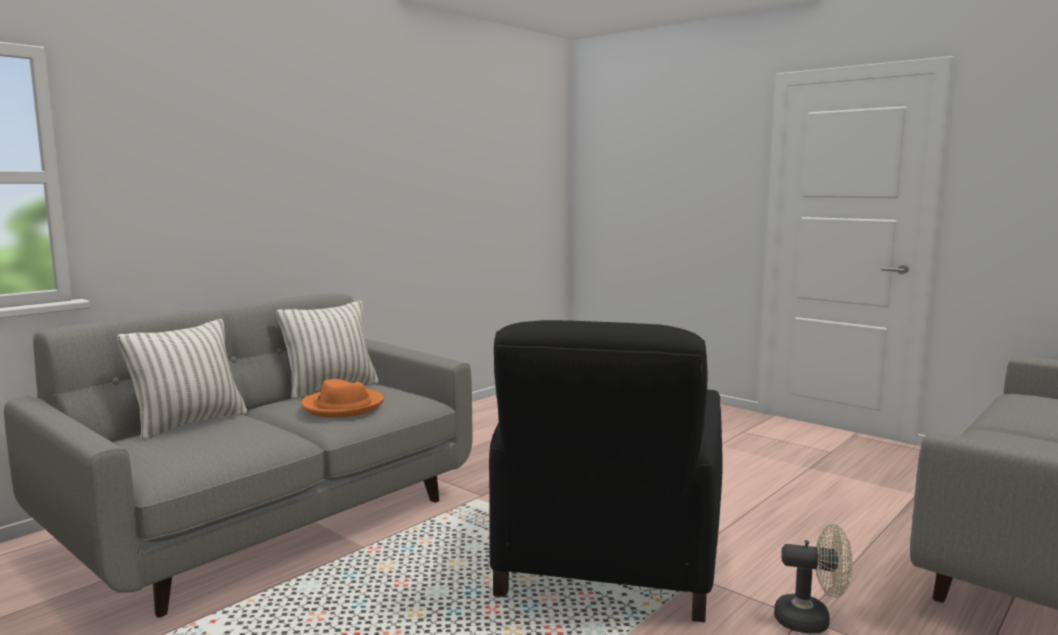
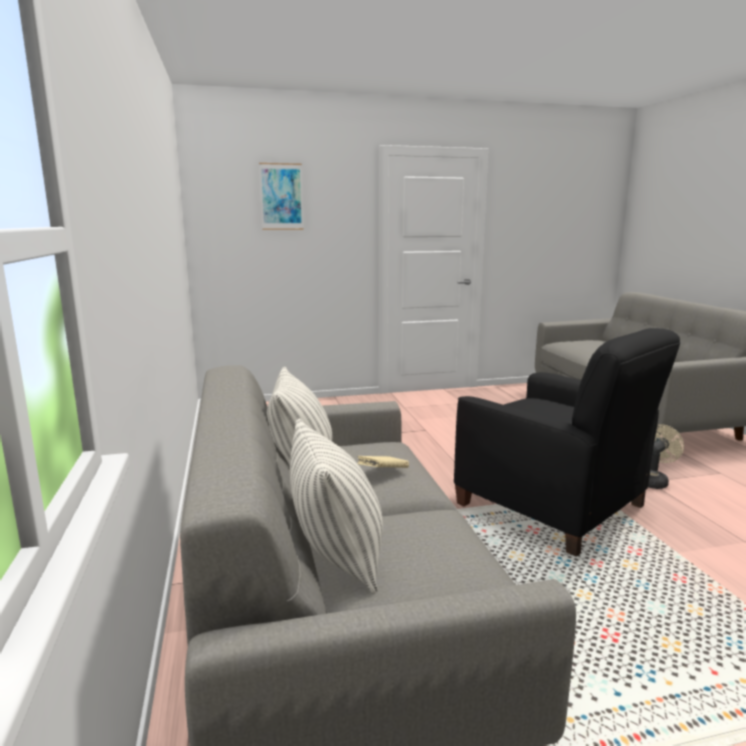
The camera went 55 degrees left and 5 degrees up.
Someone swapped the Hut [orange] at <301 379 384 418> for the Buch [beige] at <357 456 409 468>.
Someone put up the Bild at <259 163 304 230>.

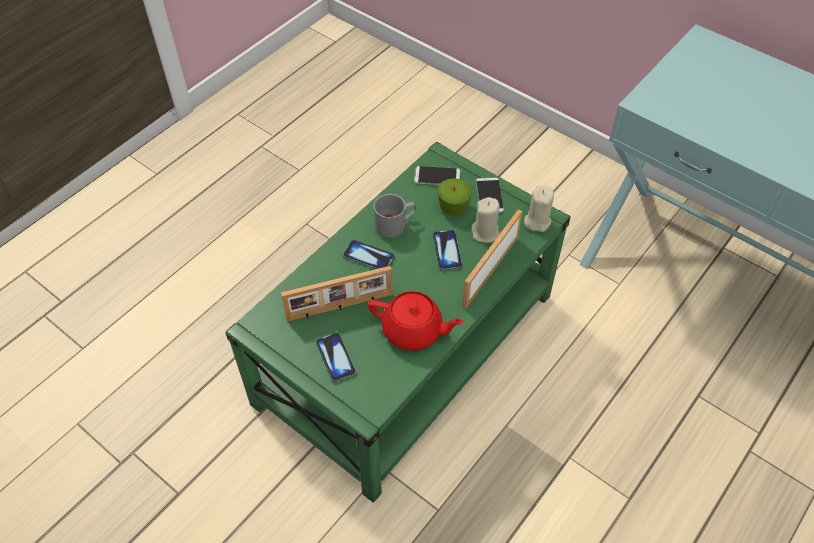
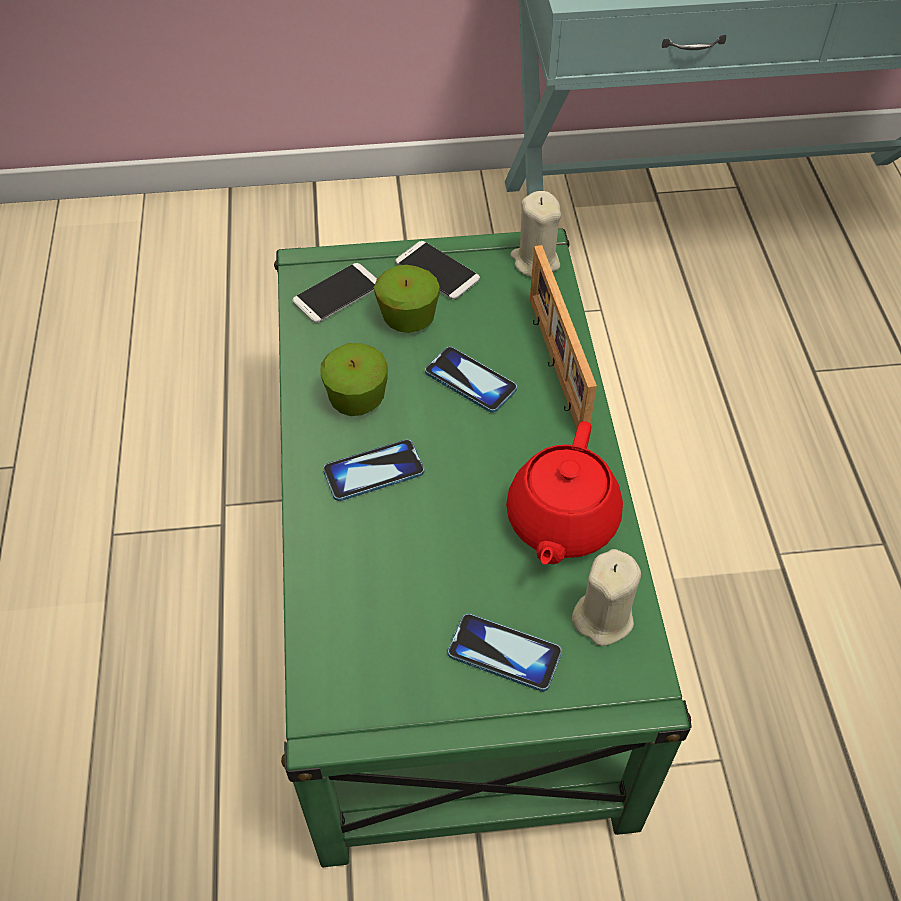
The camera went 45 degrees left and 0 degrees up.
Someone swapped the Henkelbecher [grau] at <373 194 416 238> for the Apfel at <320 343 388 416>.
Someone carried the Kerze [beige] from <471 197 500 243> to <572 549 641 646>.
Someone took away the Bilderrahmen at <281 266 393 322>.
Someone rotated the Teekanne [rot] at <368 291 464 351> by 135 degrees clockwise.

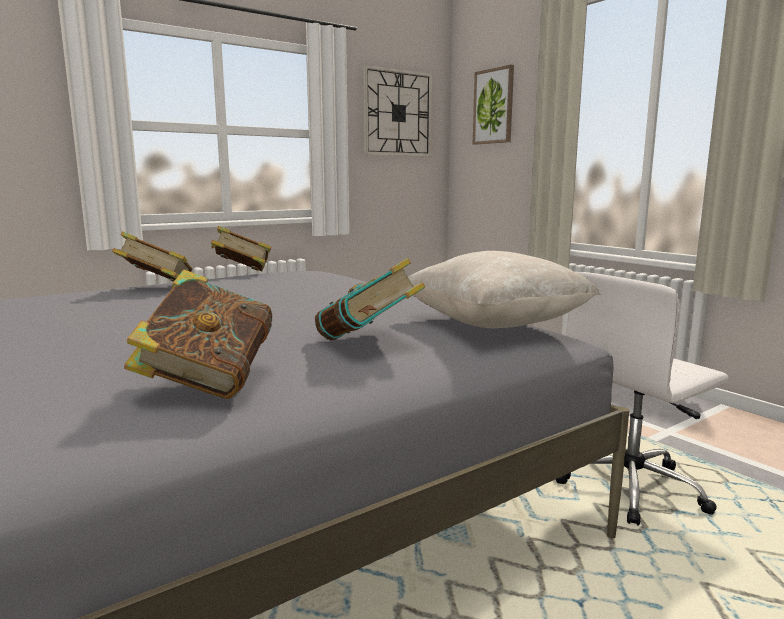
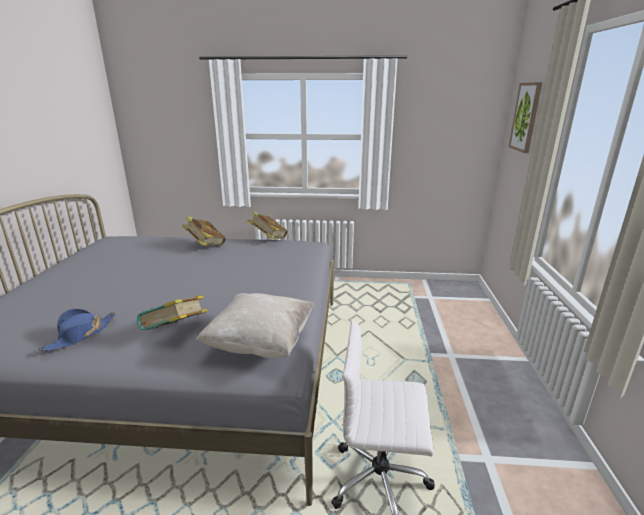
The camera went 40 degrees right and 10 degrees up.
Someone took away the Wanduhr at <363 65 432 157>.
Someone swapped the Buch at <124 270 272 399> for the Hut [blau] at <39 309 116 351>.

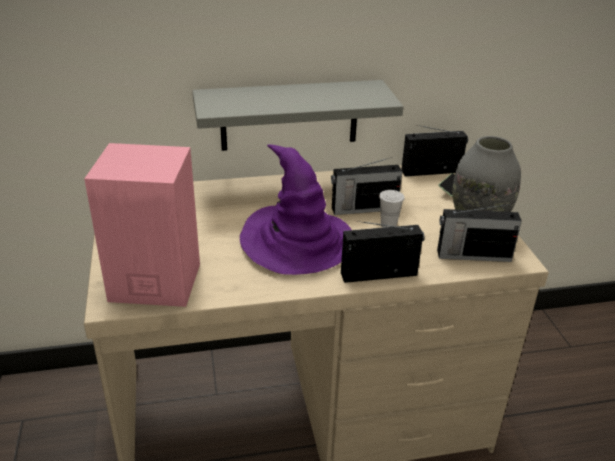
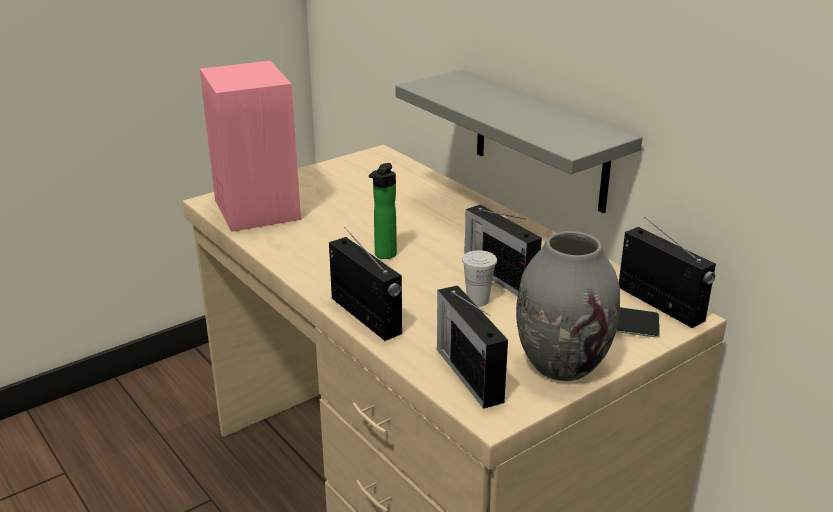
The camera went 65 degrees right and 5 degrees down.
Someone swapped the Hut [lila] at <240 144 352 275> for the Flasche at <369 163 397 259>.

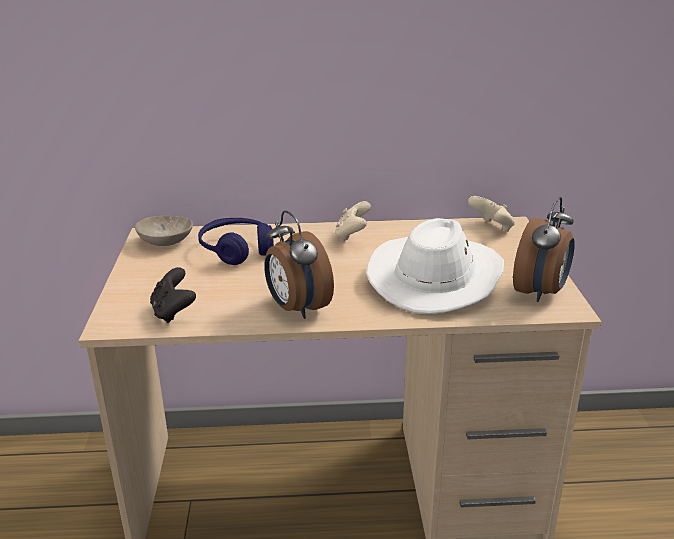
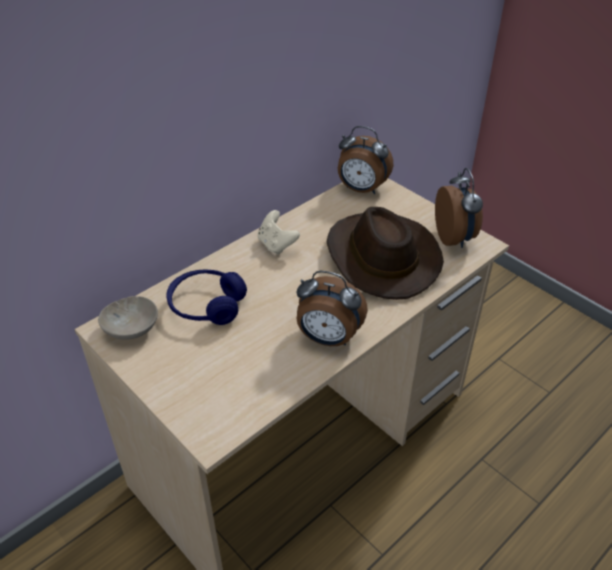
The camera went 40 degrees left and 15 degrees up.
Someone swapped the Gamepad [beige] at <468 196 515 232> for the Wecker at <338 126 393 194>.
Someone repainted the Hut [weiß] at <366 218 504 314>, which became the Hut [braun] at <327 207 444 300>.
Someone took away the Gamepad [schwarz] at <150 267 196 323>.

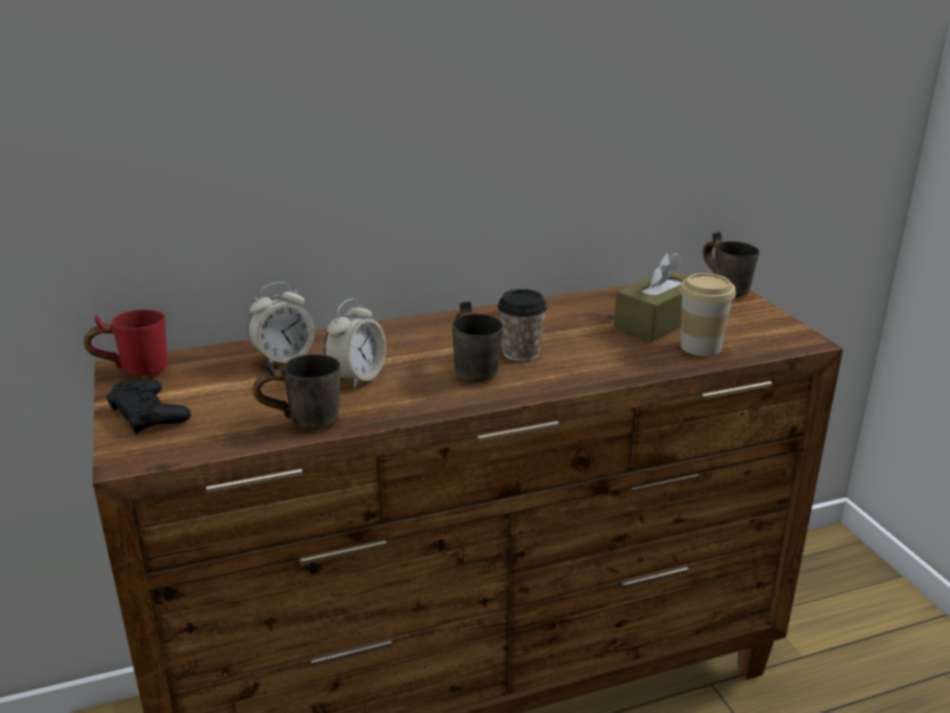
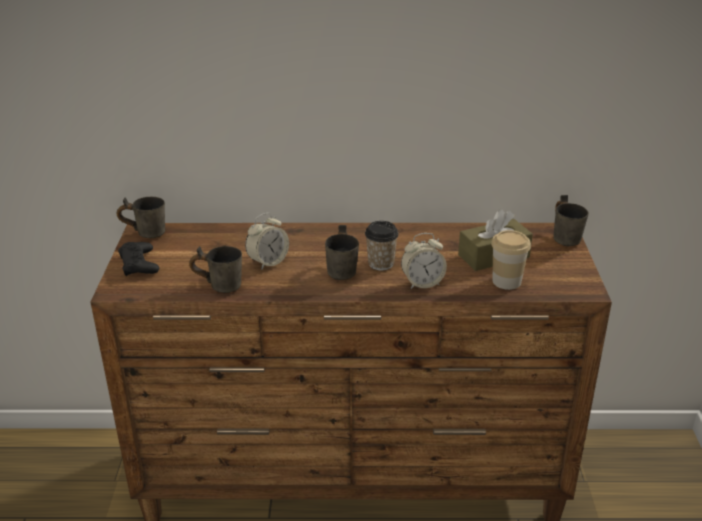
The camera went 20 degrees right and 5 degrees up.
Someone carried the Wecker from <248 282 315 364> to <401 233 447 289>.
Someone repainted the Henkelbecher [rot] at <84 309 167 377>, which became the Henkelbecher [grau] at <117 197 165 238>.

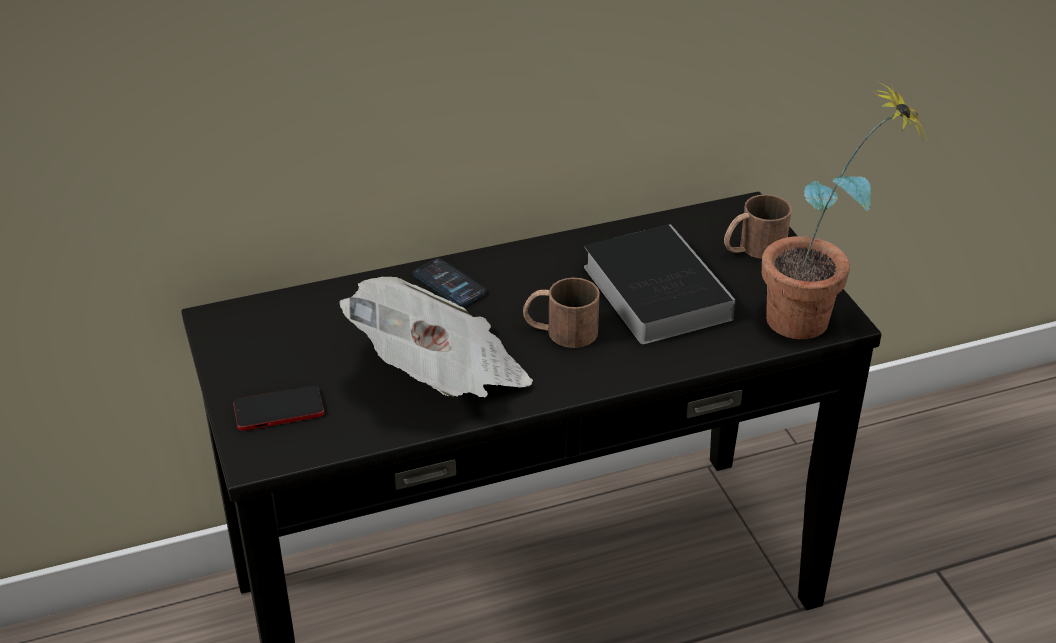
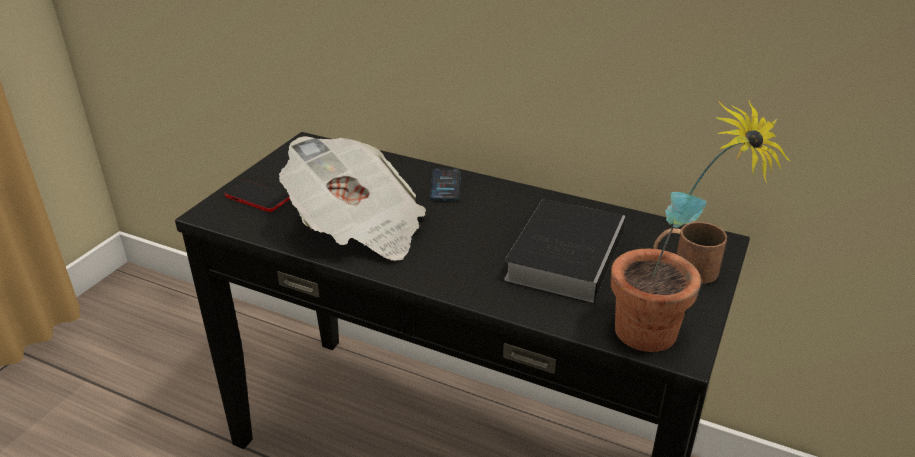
The camera went 45 degrees right and 5 degrees down.
Someone took away the Henkelbecher [braun] at <523 278 600 348>.

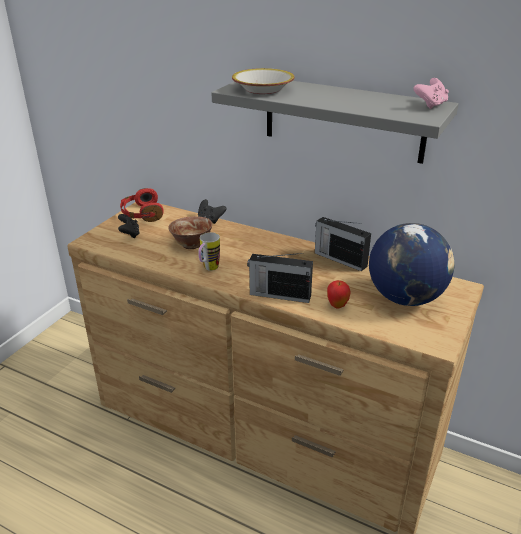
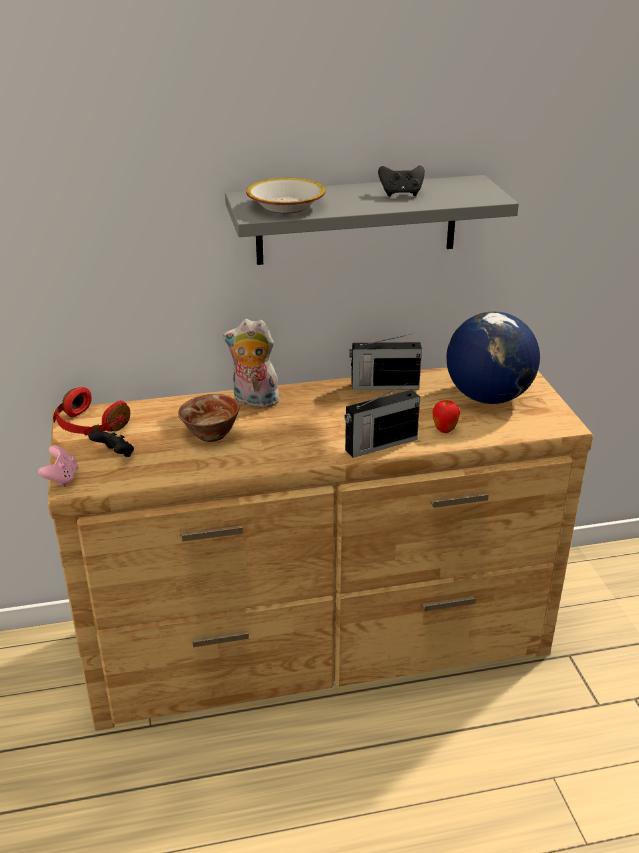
The camera went 40 degrees left and 0 degrees up.
Someone carried the Gamepad [rosa] from <414 78 449 109> to <38 445 78 487>.
Someone carried the Gamepad [schwarz] from <198 199 226 224> to <378 165 425 197>.
Someone took away the Henkelbecher at <198 232 220 271>.
Someone put down the Plüschtier at <223 319 280 408>.

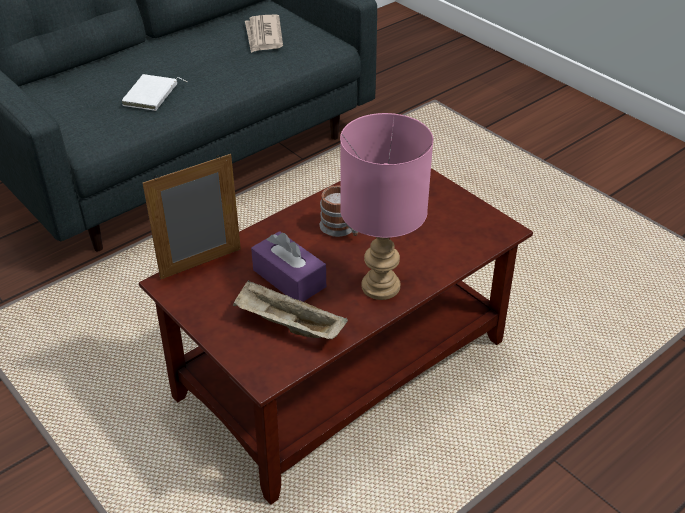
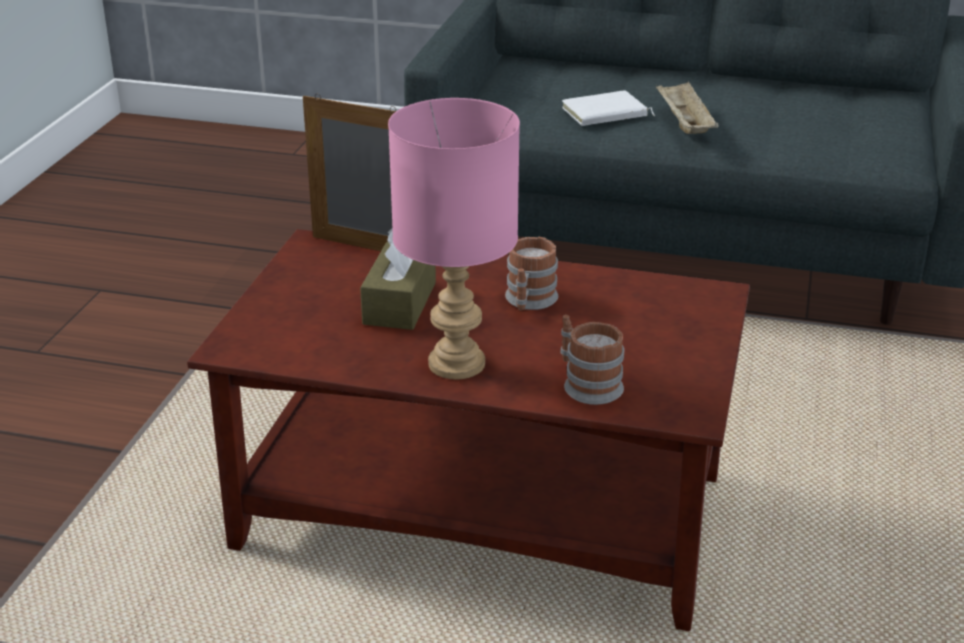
The camera went 55 degrees right and 10 degrees down.
Someone took away the Zeitung at <245 14 283 53>.
Someone repainted the Taschentuchbox [lila] at <251 231 326 302>, which became the Taschentuchbox [braun] at <360 229 436 330>.
Someone carried the Tablett [beige] from <233 280 348 339> to <656 81 719 134>.
Someone put down the Henkelbecher at <561 315 624 405>.

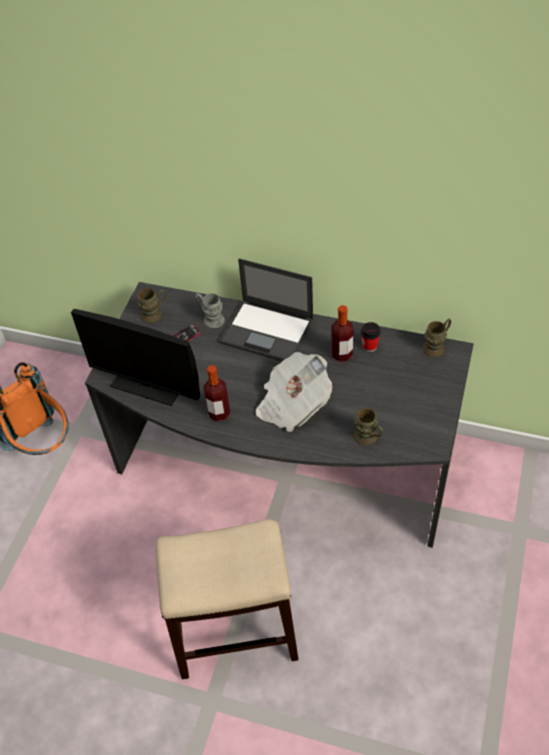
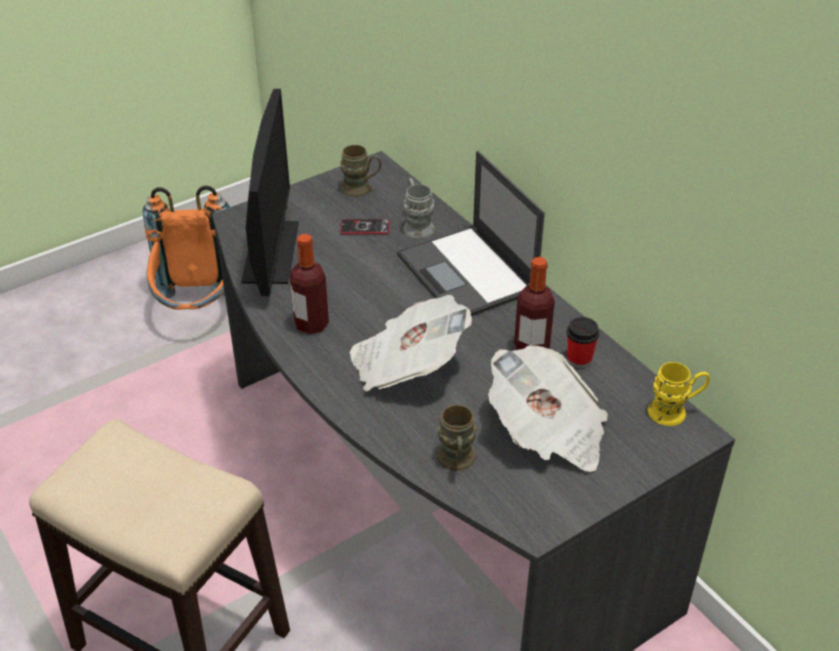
The camera went 35 degrees right and 10 degrees down.
Someone rotated the Monitor at <71 309 200 406> by 150 degrees counterclockwise.
Someone repainted the Henkelbecher [braun] at <423 319 451 357>, which became the Henkelbecher [gelb] at <648 362 710 426>.
Someone put down the Zeitung at <488 345 608 472>.

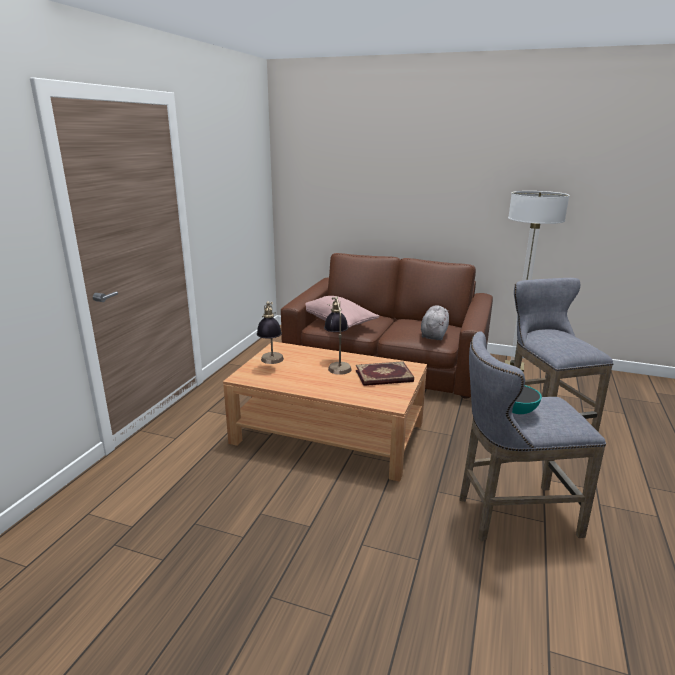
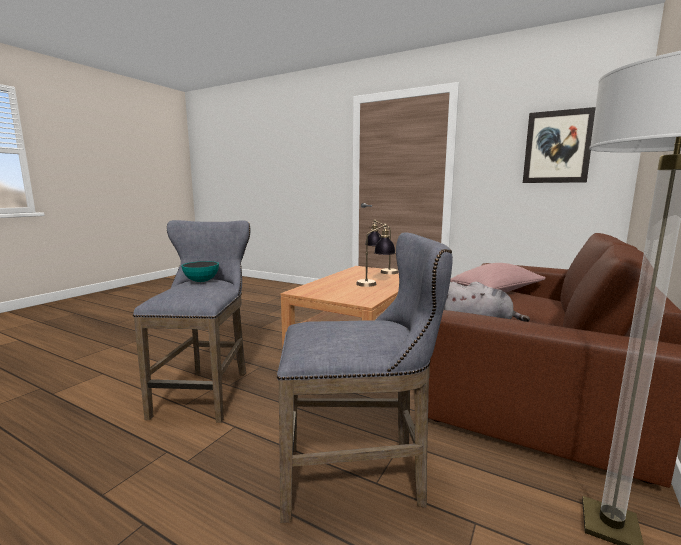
The camera went 100 degrees right and 10 degrees down.
Someone took away the Buch at <356 361 414 386>.
Someone put up the Bild at <523 107 596 183>.

